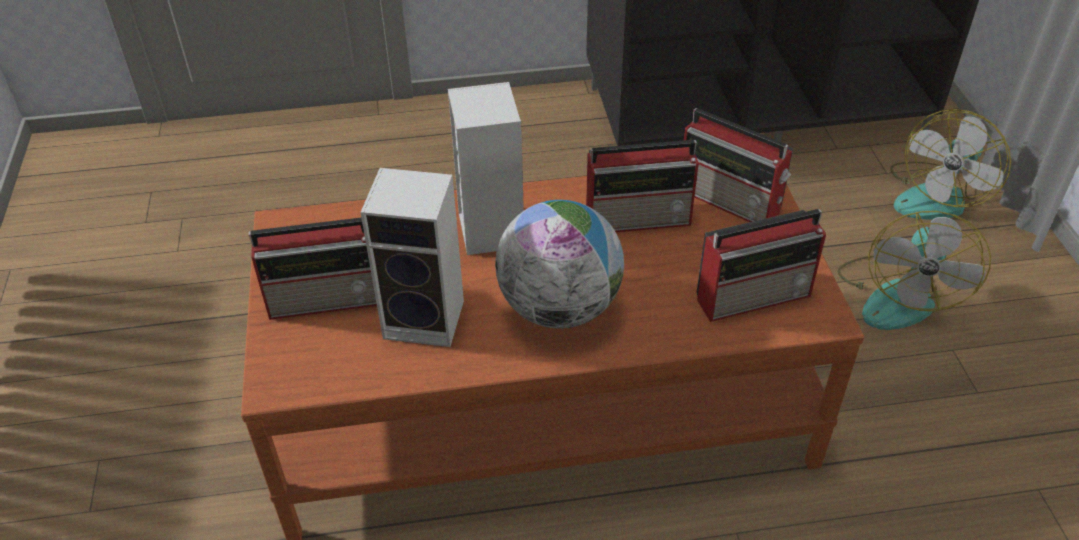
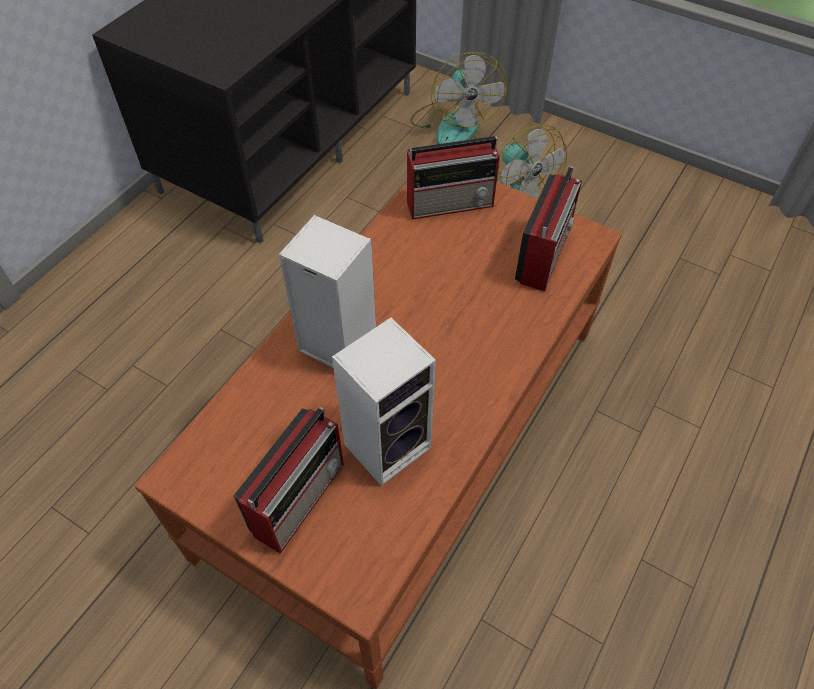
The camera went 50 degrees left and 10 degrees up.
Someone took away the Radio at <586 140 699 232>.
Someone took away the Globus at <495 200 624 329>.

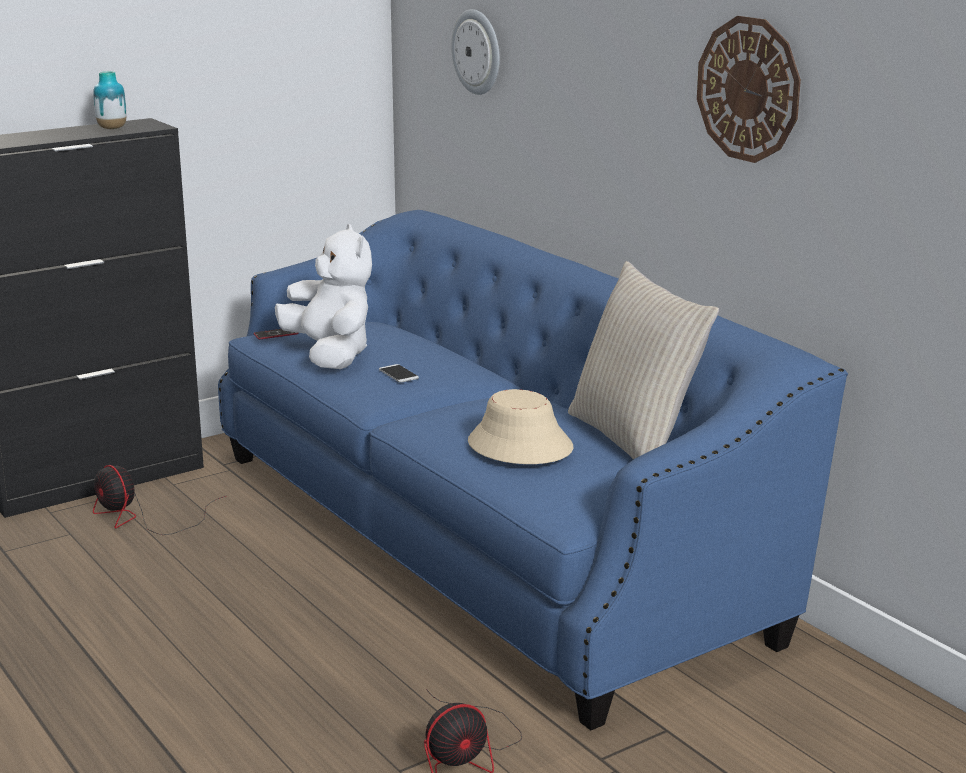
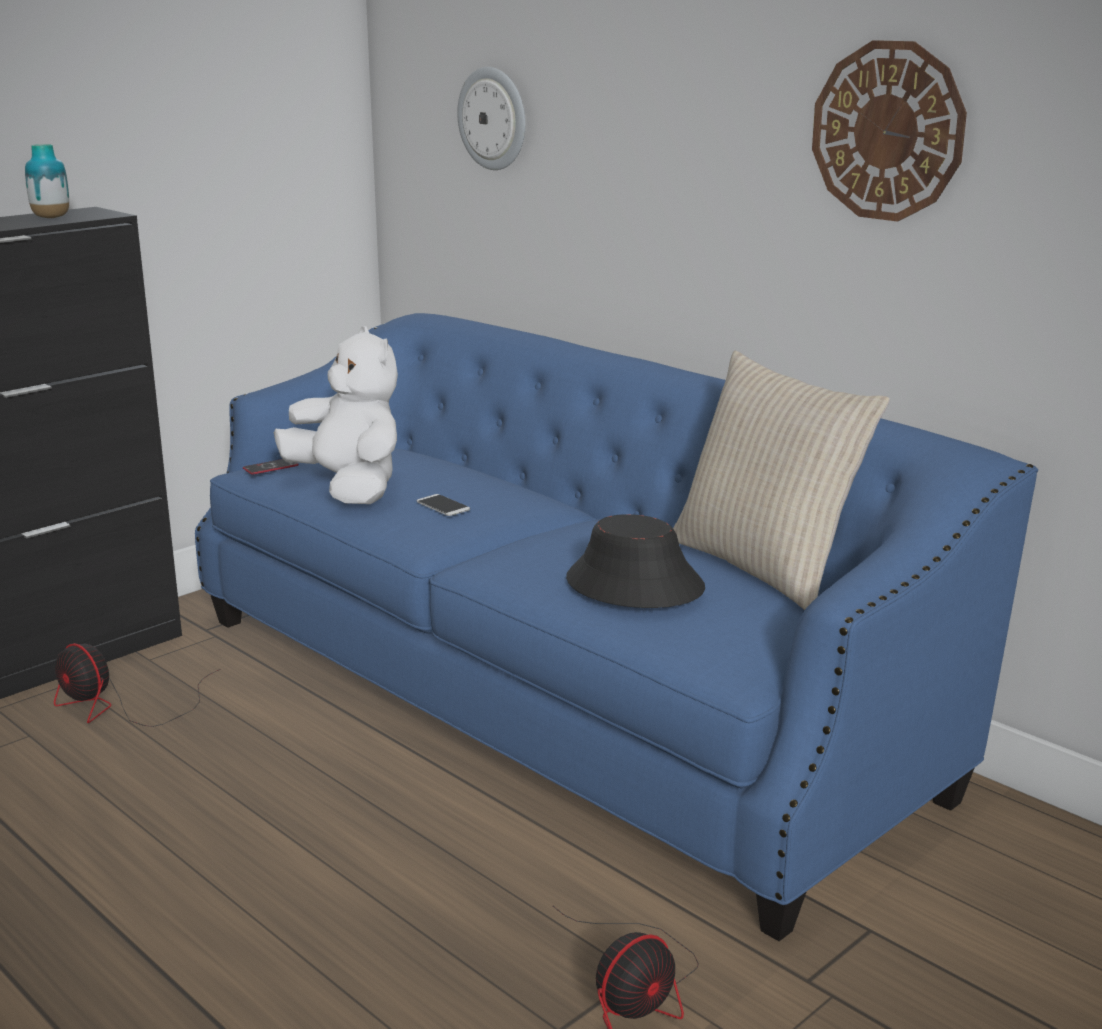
The camera went 10 degrees left and 0 degrees up.
Someone repainted the Hut [beige] at <468 389 573 464>, which became the Hut [schwarz] at <566 514 705 608>.

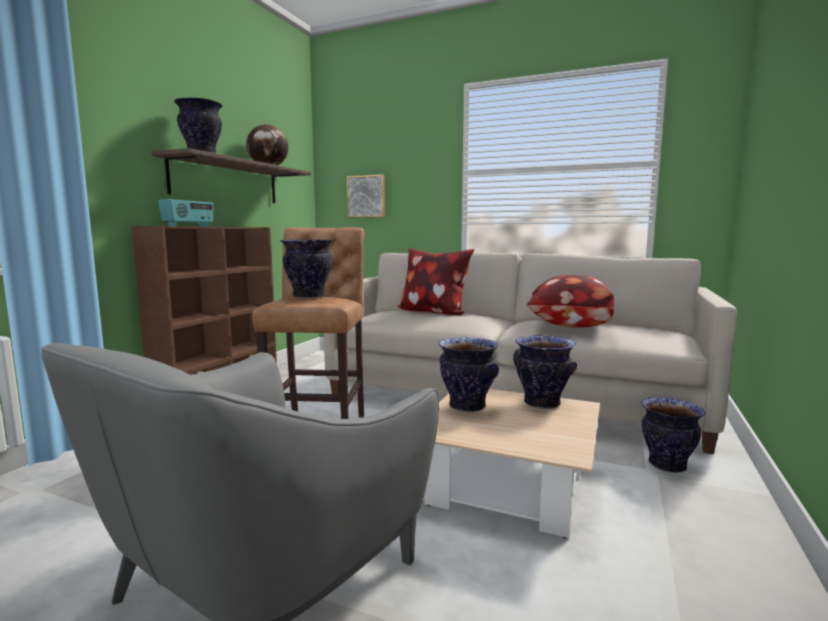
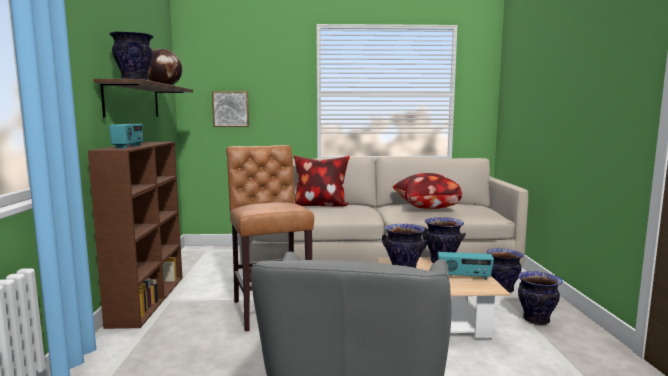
The camera went 25 degrees left and 0 degrees up.
Someone carried the Vase from <280 239 333 299> to <518 271 563 325>.
Someone put down the Radio at <438 252 494 280>.

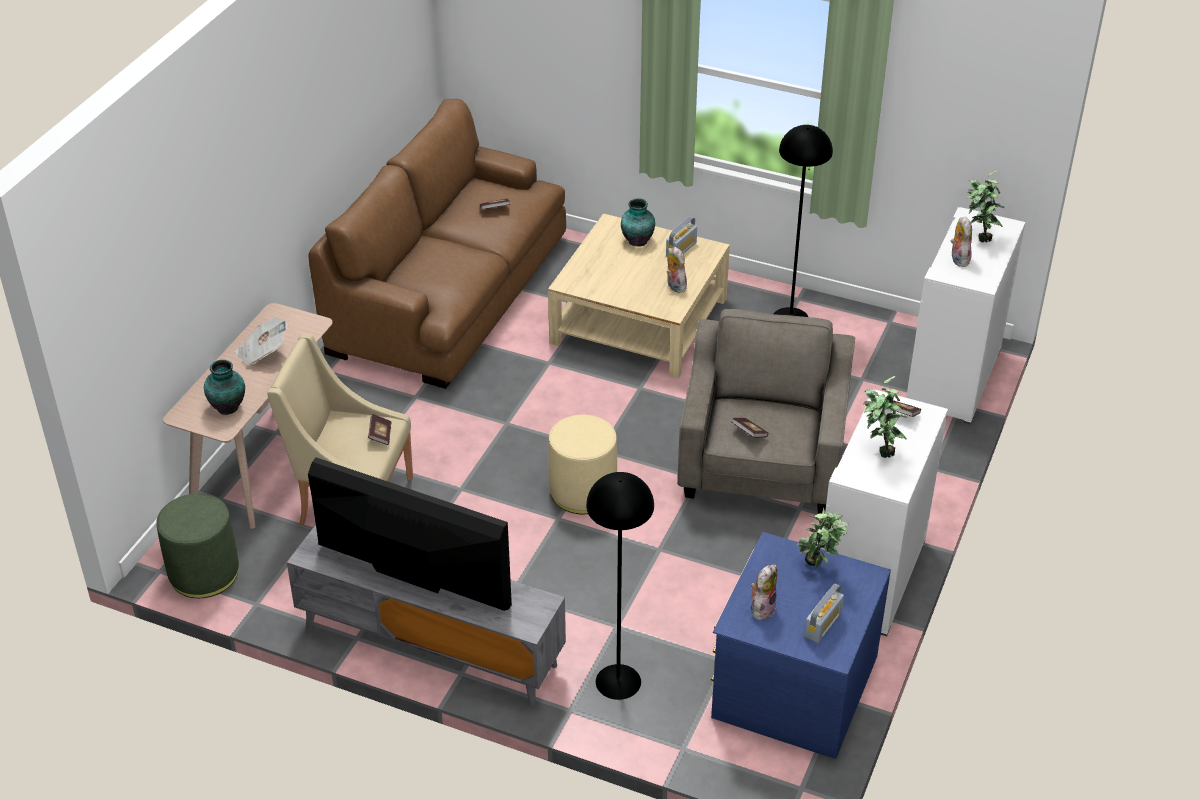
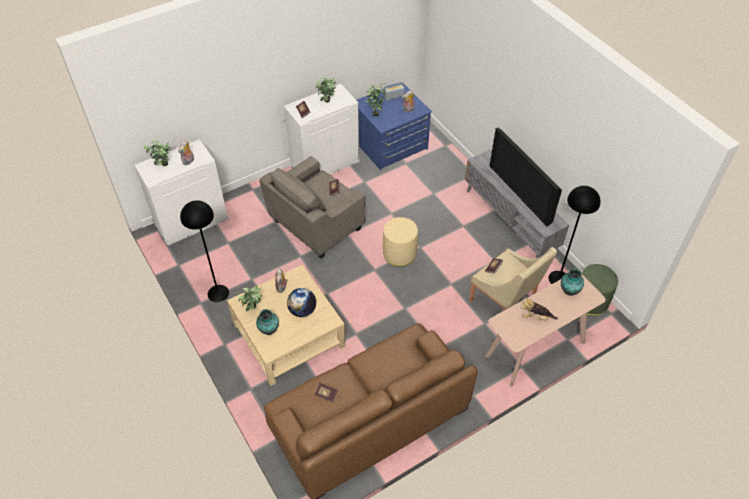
The camera went 145 degrees left and 10 degrees up.
Someone swapped the Radio at <666 216 697 256> for the Topfpflanze at <238 284 262 311>.
Someone swapped the Zeitung at <235 317 289 366> for the Plüschtier at <521 297 558 321>.
Someone carried the Stehlampe [schwarz] from <586 472 654 700> to <548 186 601 284>.
Someone put down the Globus at <287 288 316 317>.

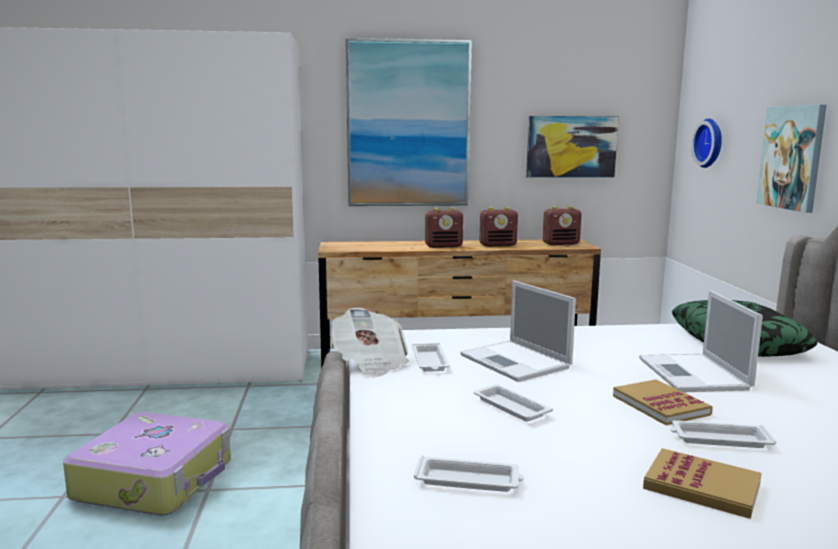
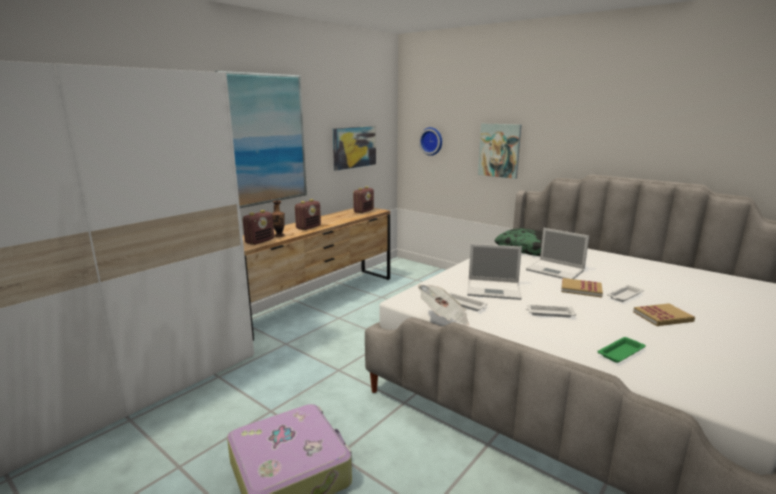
The camera went 45 degrees left and 5 degrees up.
Someone carried the Radio from <480 207 518 247> to <243 210 274 245>.
Someone repainted the Tablett [weiß] at <414 455 524 492>, which became the Tablett [grün] at <597 337 646 363>.
Someone put down the Vase at <272 200 285 237>.

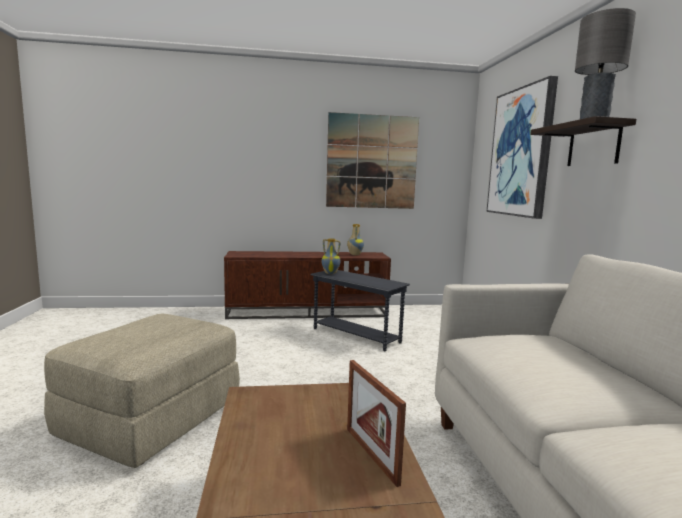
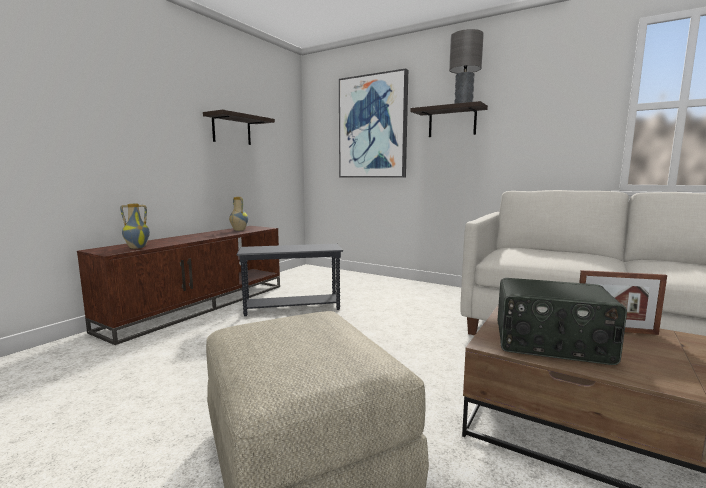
The camera went 50 degrees left and 0 degrees up.
Someone swapped the Bild at <326 112 419 209> for the Wandregal at <203 110 275 145>.
Someone carried the Vase from <321 238 341 274> to <120 204 150 249>.
Someone put down the Radio at <498 278 627 365>.

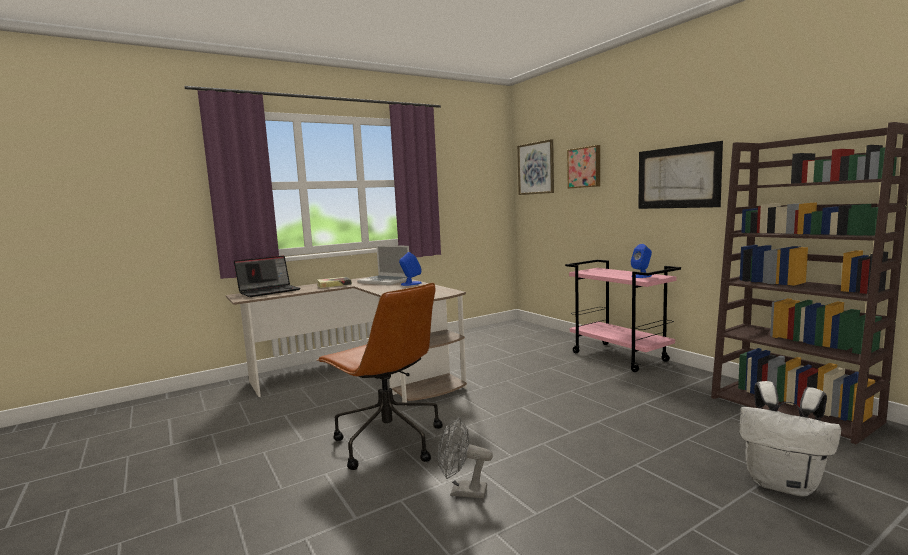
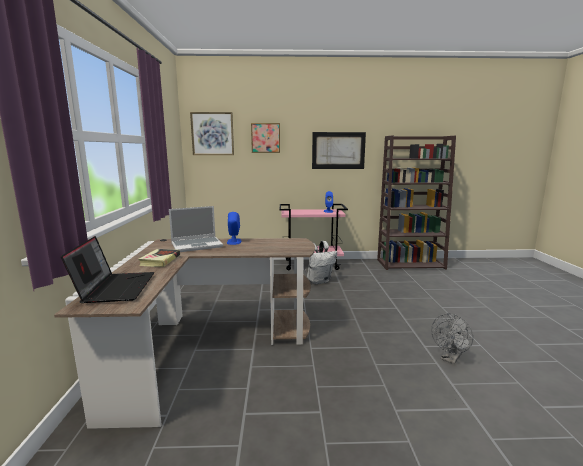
The camera went 60 degrees left and 5 degrees up.
Someone took away the Bürostuhl [braun] at <317 283 443 470>.
Someone carried the Rucksack [weiß] from <739 381 841 497> to <303 241 337 285>.

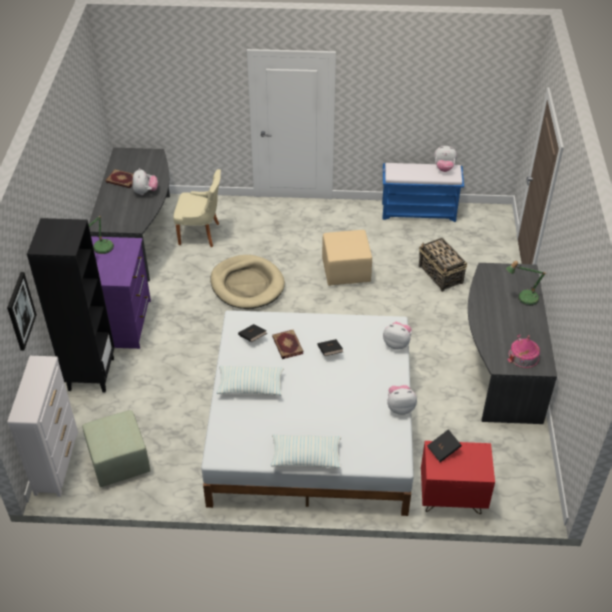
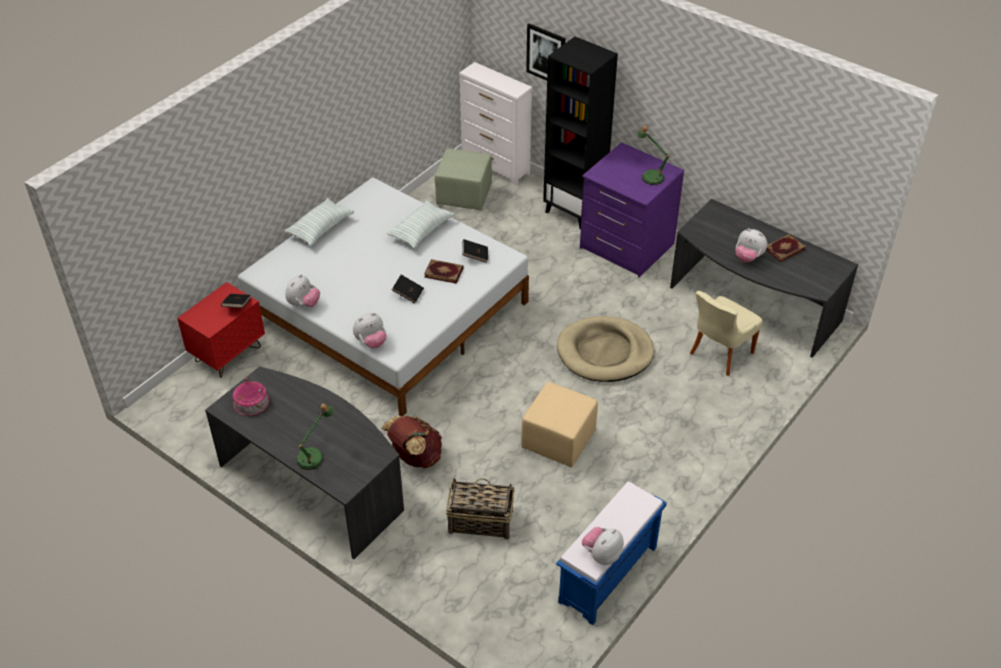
The camera went 125 degrees right and 0 degrees up.
Someone put down the Rucksack [braun] at <382 416 442 468>.

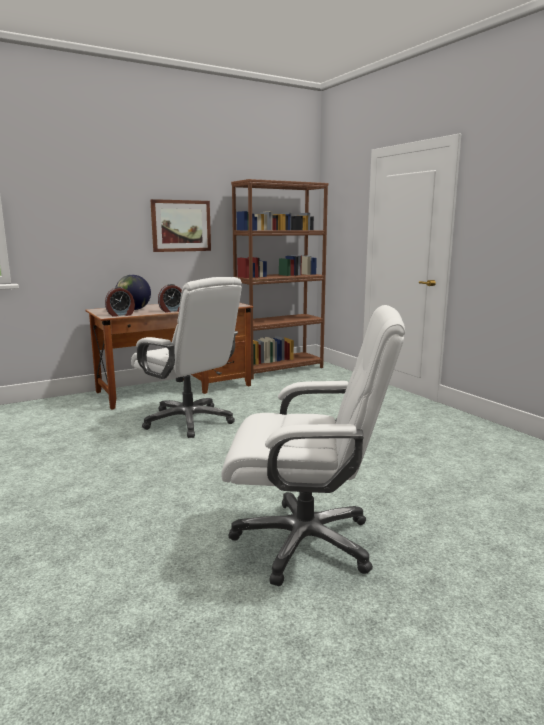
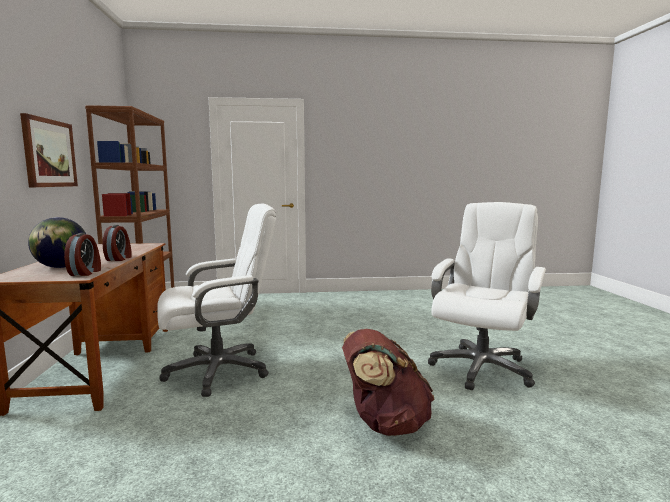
The camera went 65 degrees left and 5 degrees down.
Someone put down the Rucksack [braun] at <342 329 435 436>.

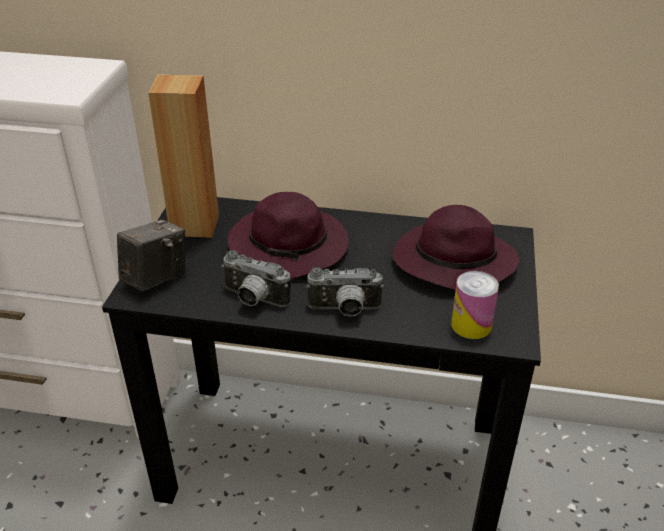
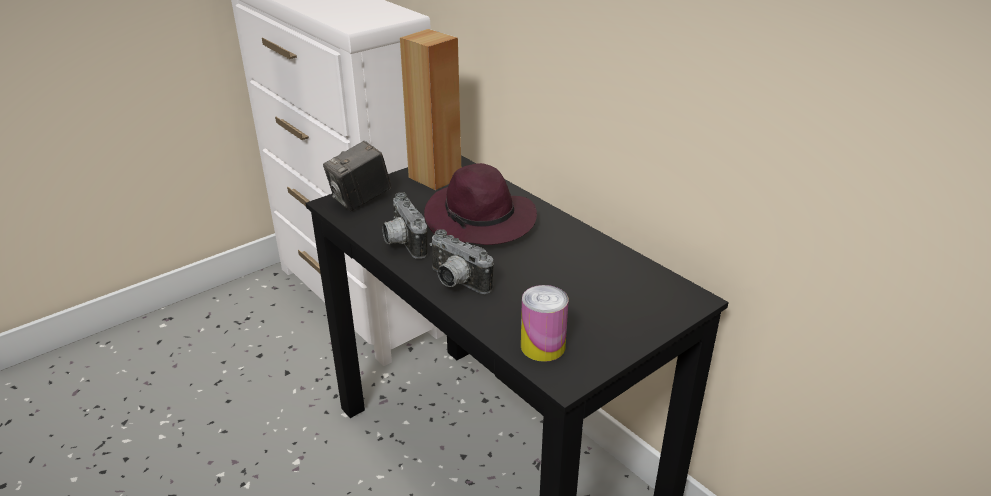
The camera went 40 degrees right and 5 degrees down.
Someone took away the Hut [lila] at <393 205 519 290>.
Someone rotated the Kamera at <117 219 186 292> by 150 degrees clockwise.

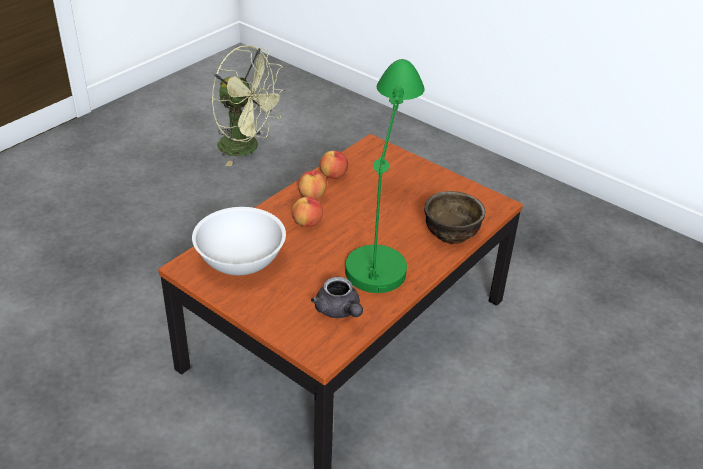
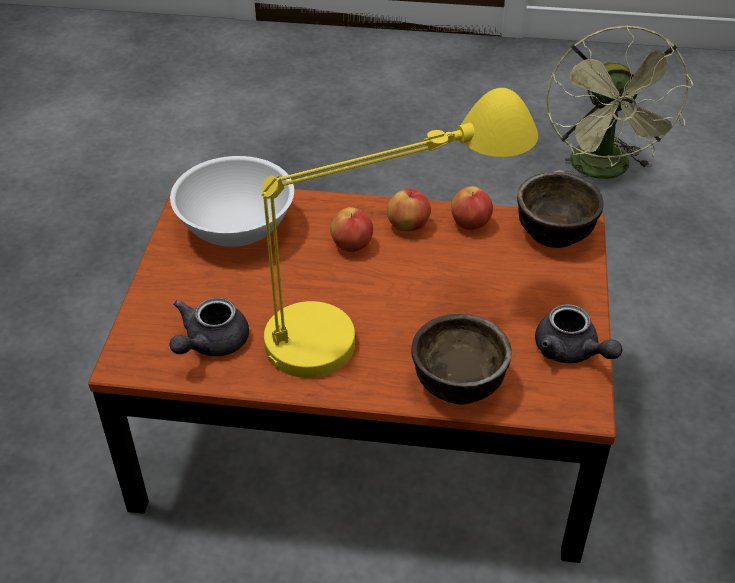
The camera went 60 degrees right and 5 degrees up.
Someone repainted the Tischlampe [grün] at <345 59 425 293>, which became the Tischlampe [gelb] at <261 88 538 378>.
Someone put down the Schüssel [braun] at <517 172 604 248>.
Someone put down the Teekanne [grau] at <535 304 623 364>.

